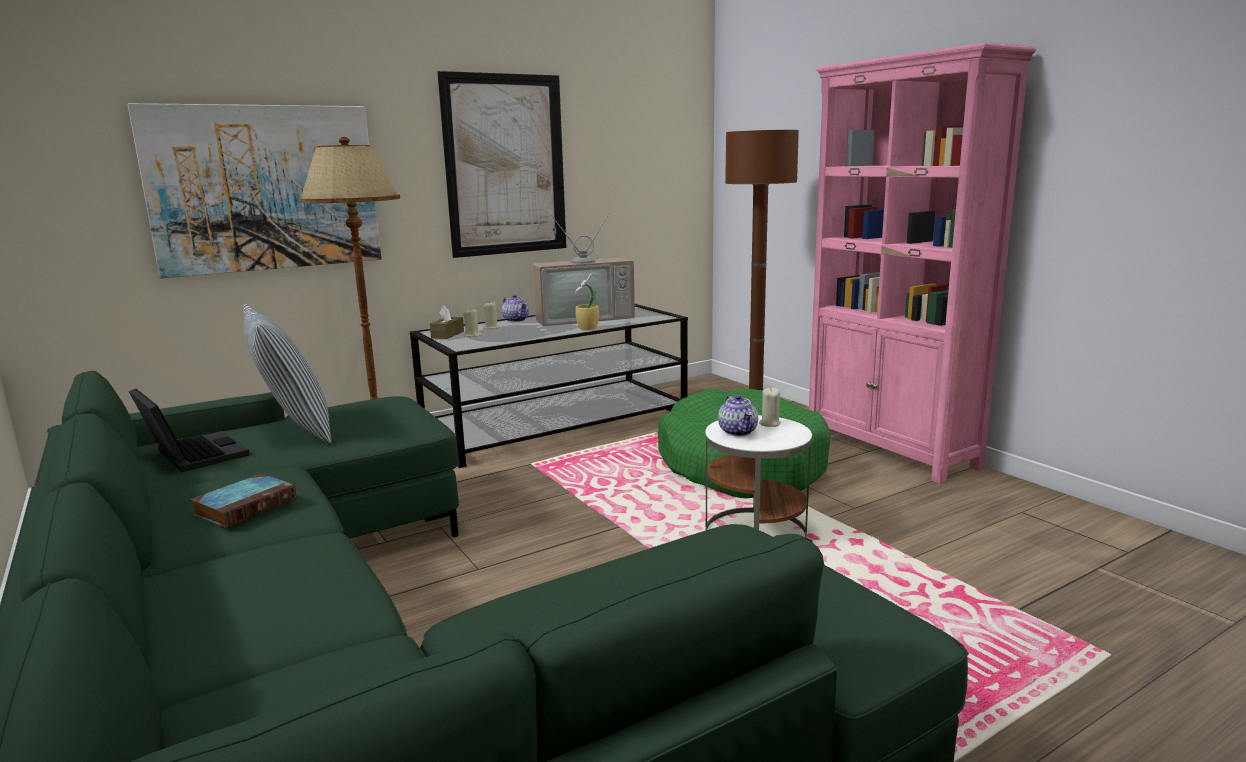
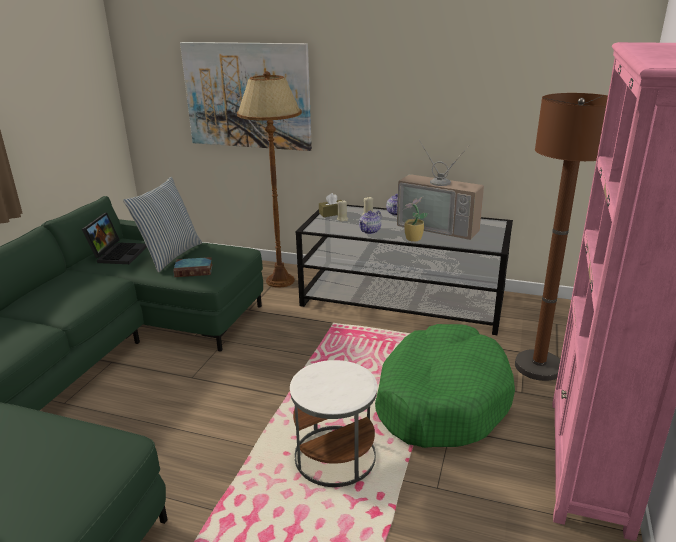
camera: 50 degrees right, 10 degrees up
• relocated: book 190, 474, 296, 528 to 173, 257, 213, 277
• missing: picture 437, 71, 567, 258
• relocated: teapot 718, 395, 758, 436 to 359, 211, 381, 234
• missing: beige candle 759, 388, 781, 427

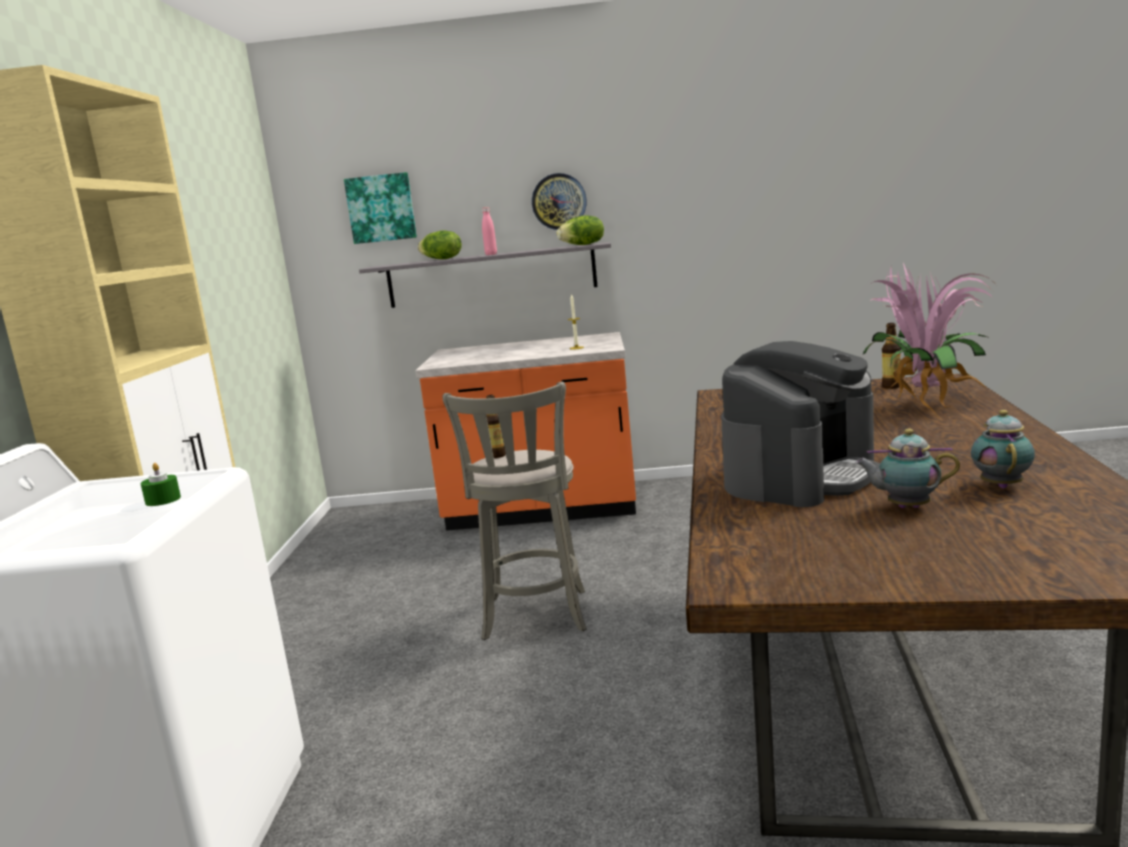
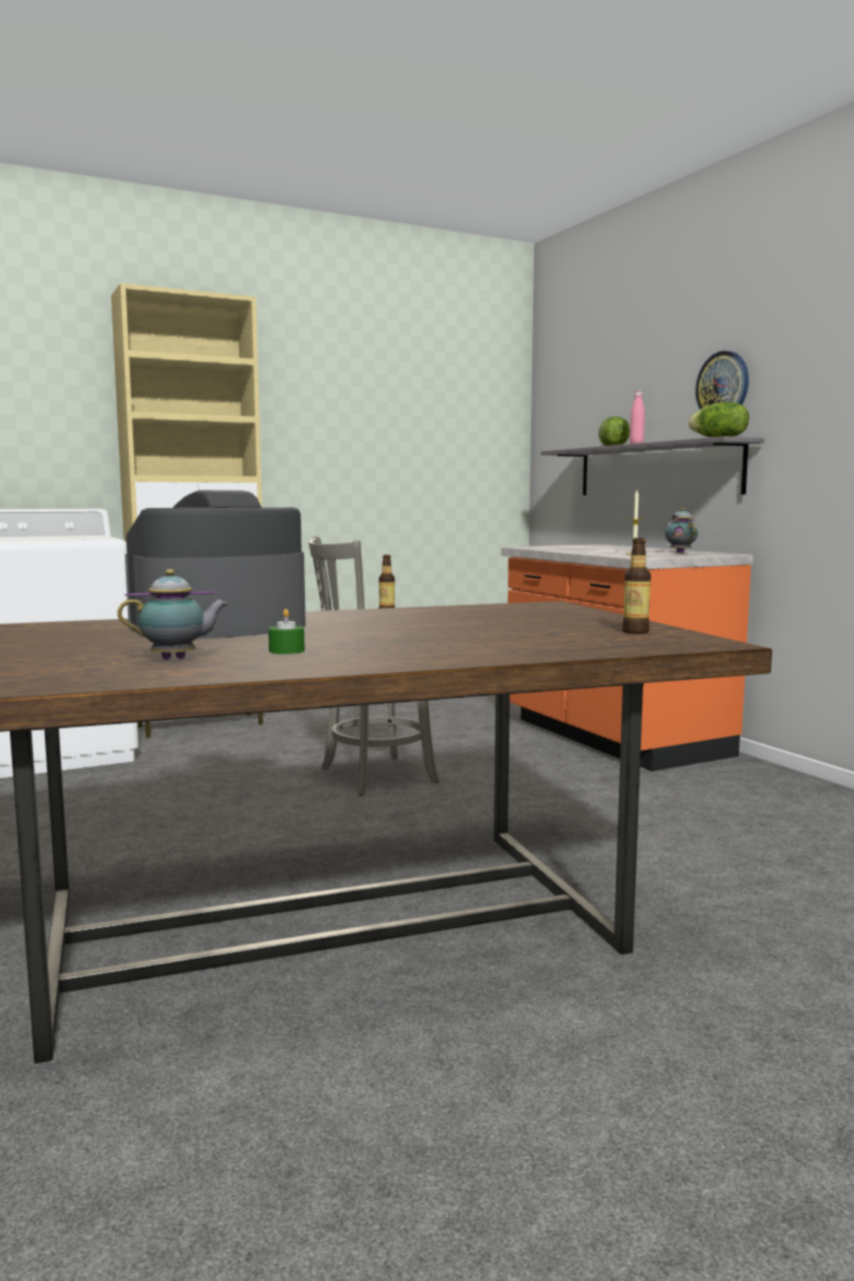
camera: 60 degrees right, 5 degrees down
• relocated: green candle 140, 463, 181, 506 to 268, 609, 305, 654
• missing: picture 344, 172, 417, 244
• spun: coffee machine 721, 341, 880, 507 = 125, 490, 306, 639 135 degrees clockwise
• relocated: teapot 855, 429, 960, 508 to 665, 508, 698, 553
• missing: potted plant 863, 263, 998, 416

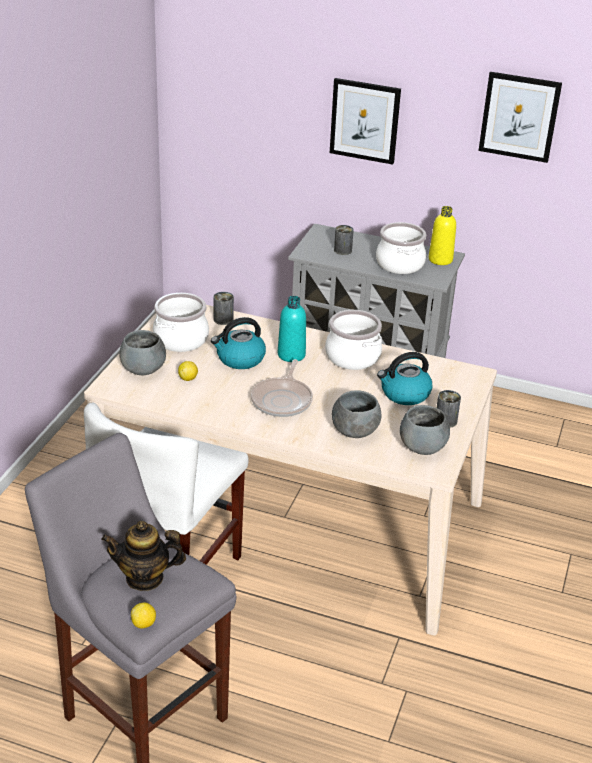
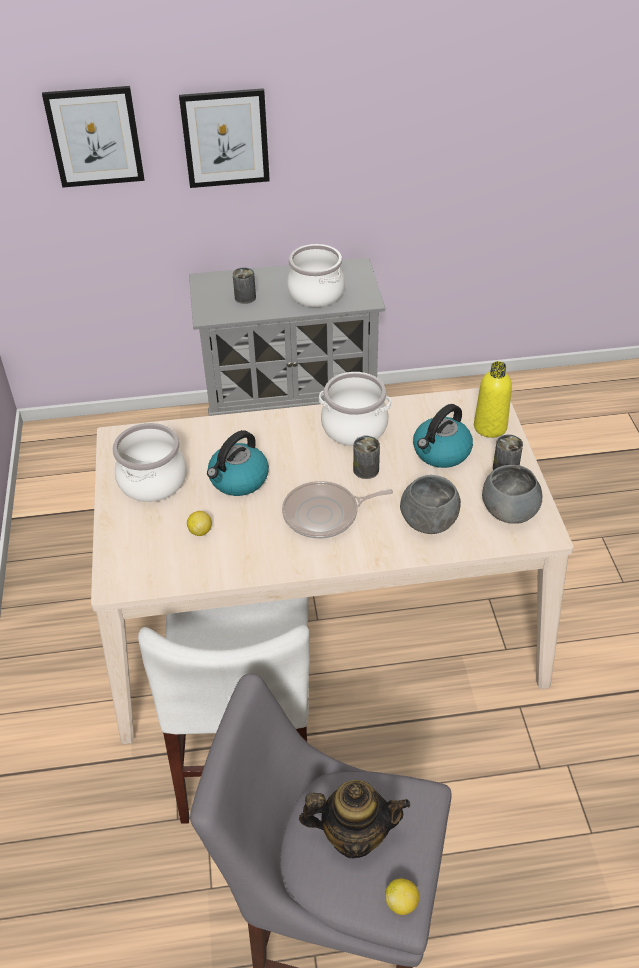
camera: 25 degrees left, 10 degrees up
• spun: teapot 102, 521, 186, 591 = 299, 780, 410, 858 150 degrees counterclockwise
• missing: grey bowl 119, 330, 166, 375
• relocated: can 213, 292, 234, 325 to 353, 436, 380, 479
• spun: frying pan 251, 359, 313, 417 = 282, 481, 393, 538 90 degrees clockwise
• missing: turquoise bottle 278, 296, 306, 362
• relocated: yellow bottle 429, 206, 456, 265 to 474, 361, 512, 438
• relocated: picture 478, 72, 562, 163 to 42, 86, 144, 188

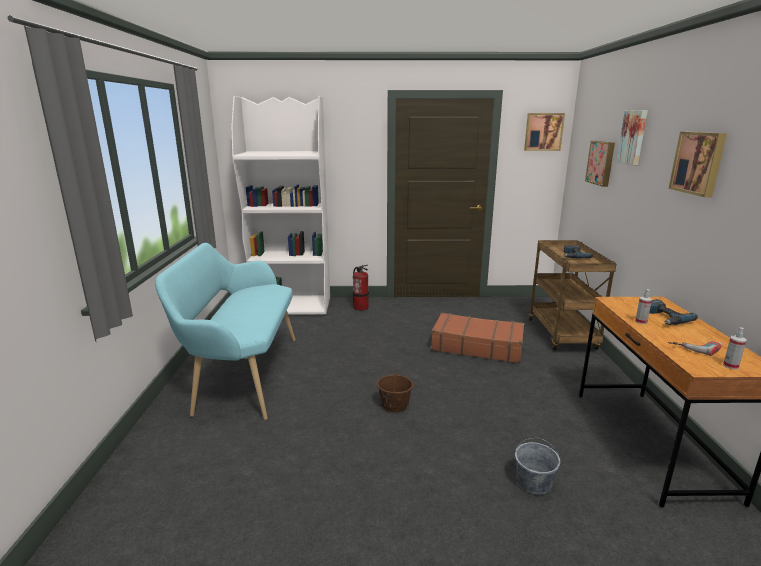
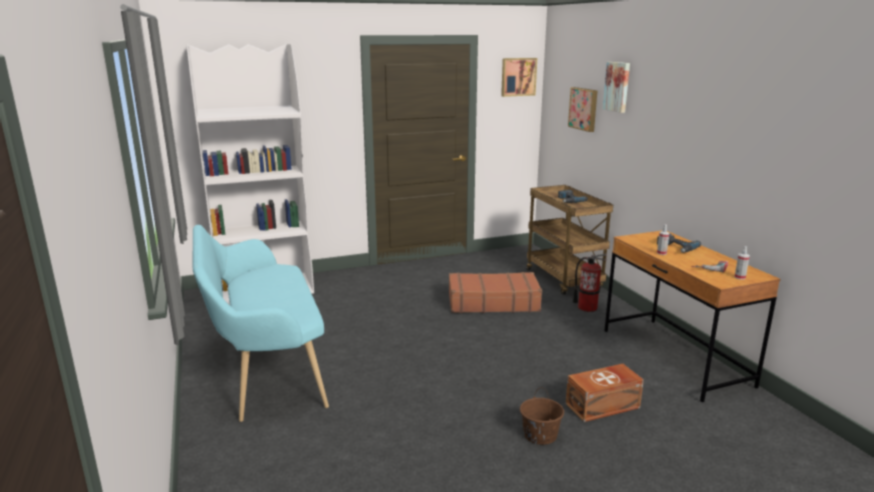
camera: 20 degrees left, 0 degrees up
• relocated: fire extinguisher 353, 265, 369, 311 to 573, 254, 607, 312
• relocated: brown bucket 377, 370, 413, 412 to 520, 388, 564, 445
• exchanged: grey bucket 515, 438, 560, 495 to brown storage box 566, 364, 644, 422
• missing: picture 669, 132, 727, 197

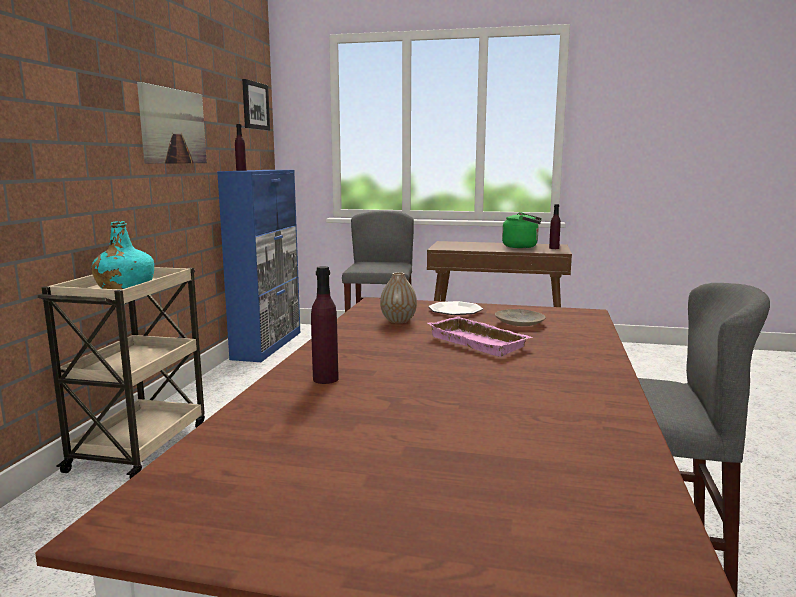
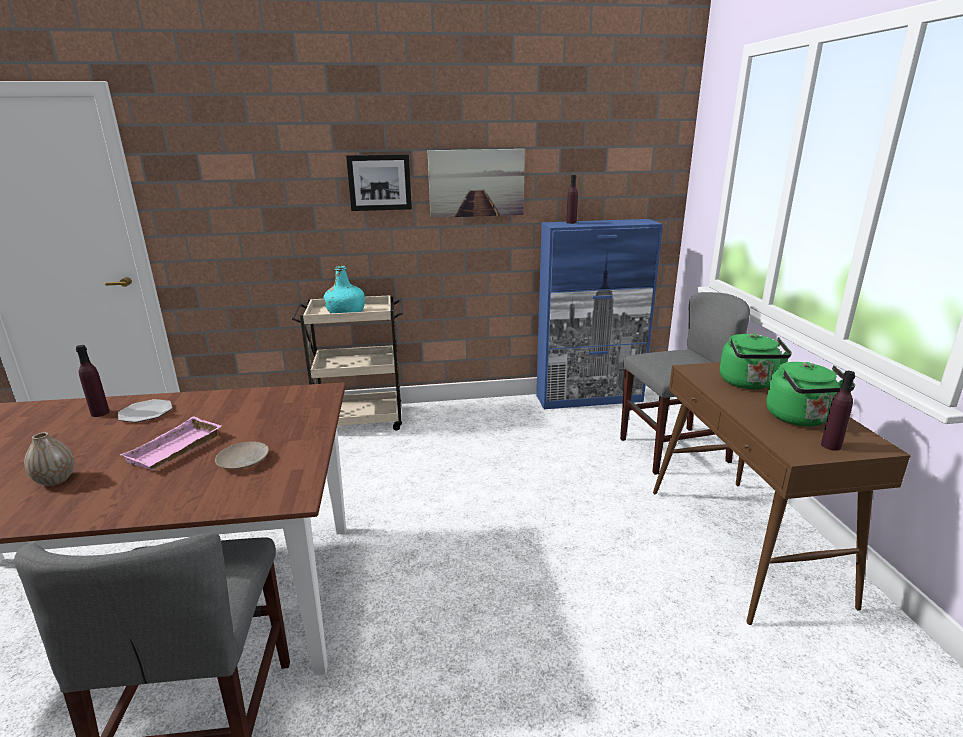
camera: 70 degrees right, 10 degrees up
• relocated: picture 242, 79, 270, 130 to 346, 154, 412, 211
• relocated: vase 380, 272, 417, 323 to 24, 432, 74, 486
• relocated: plate 428, 301, 483, 315 to 118, 399, 172, 423
• appeared: green kettle 720, 333, 792, 389

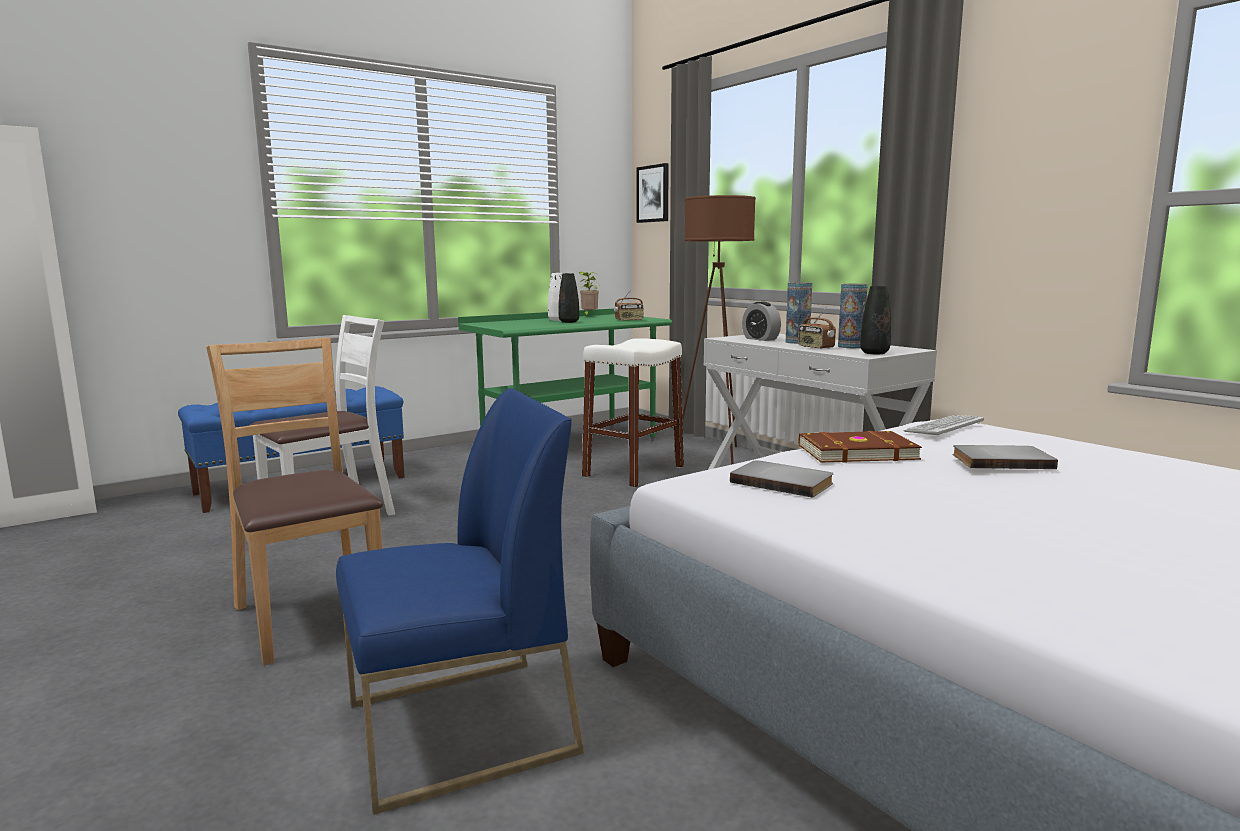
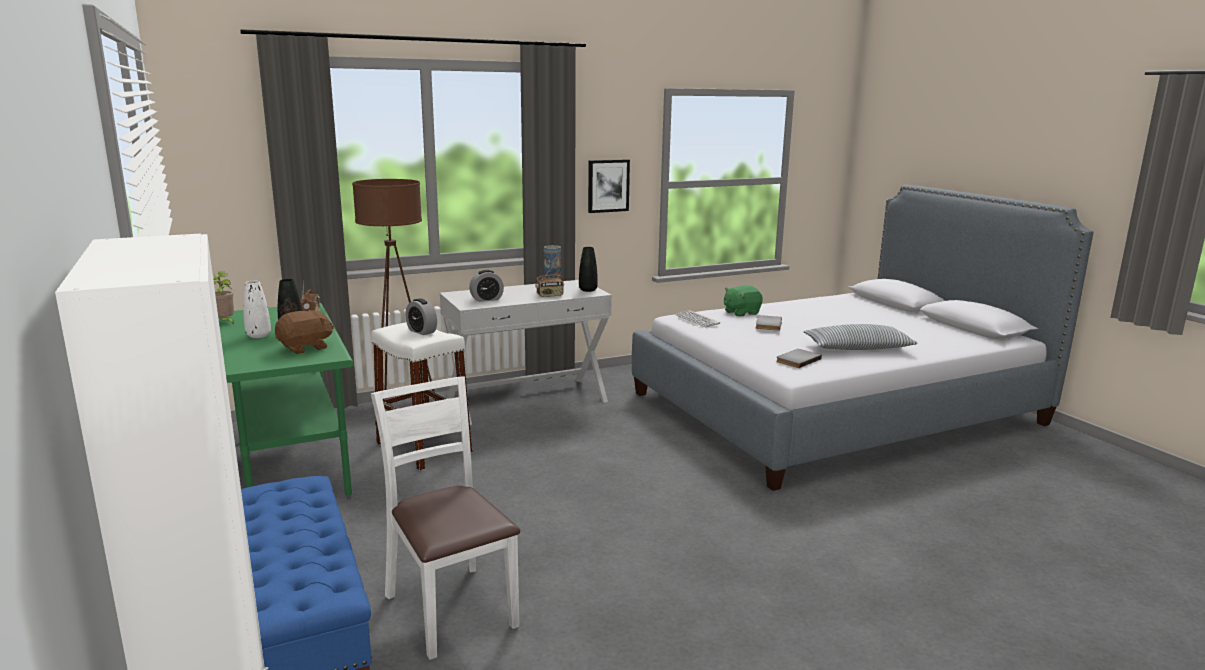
camera: 80 degrees left, 5 degrees up
• missing: brown chair 206, 338, 383, 666
• missing: blue chair 336, 388, 584, 815
• relocated: picture 637, 163, 669, 223 to 588, 159, 630, 213
• missing: vase 786, 282, 812, 344
• missing: brown book 798, 431, 922, 463
• appeared: brown plush toy 275, 310, 334, 354
• appeared: alarm clock 405, 298, 437, 335
• appeared: green plush toy 724, 285, 763, 317
• appeared: pillow 803, 324, 918, 350

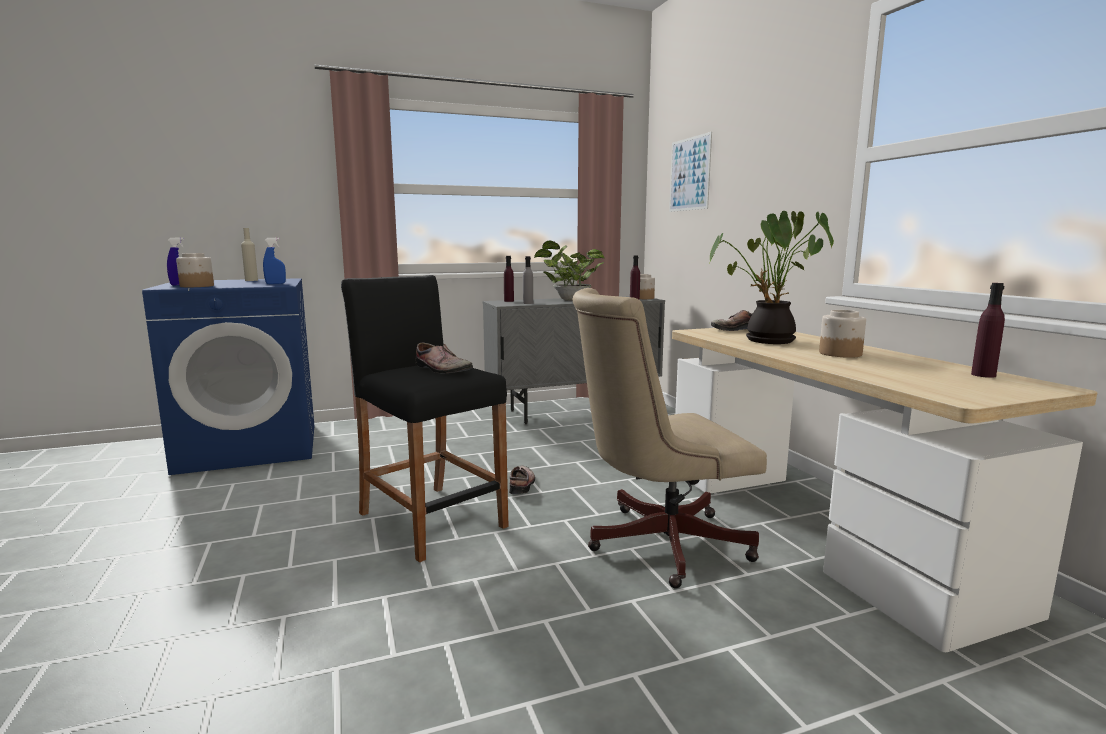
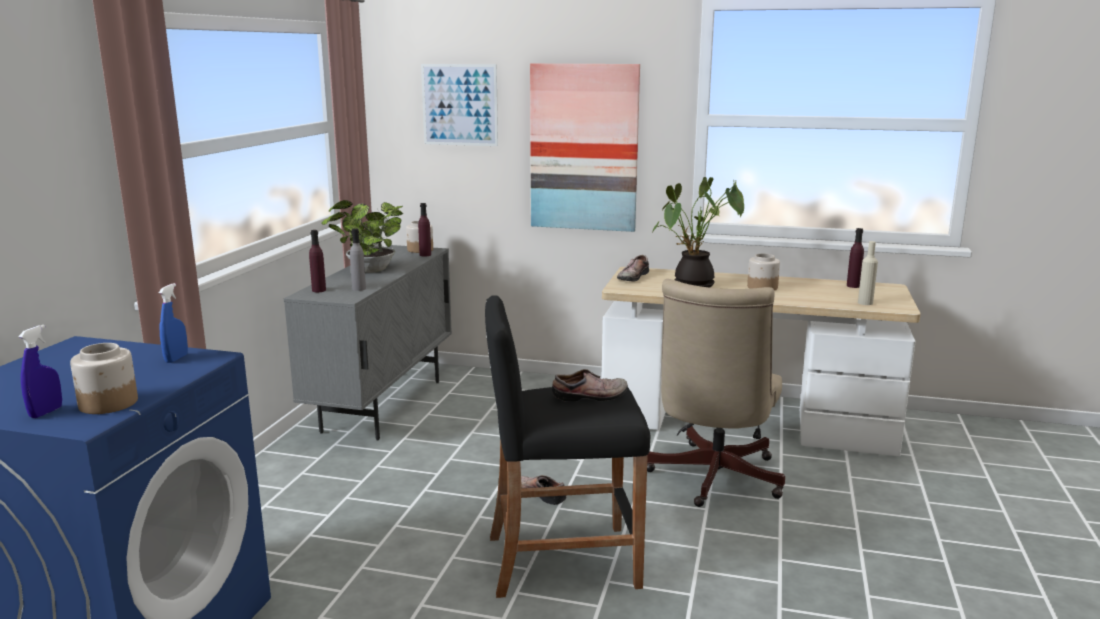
camera: 55 degrees left, 5 degrees up
• relocated: beige bottle 241, 228, 258, 281 to 858, 241, 878, 305
• appeared: picture 530, 63, 640, 232

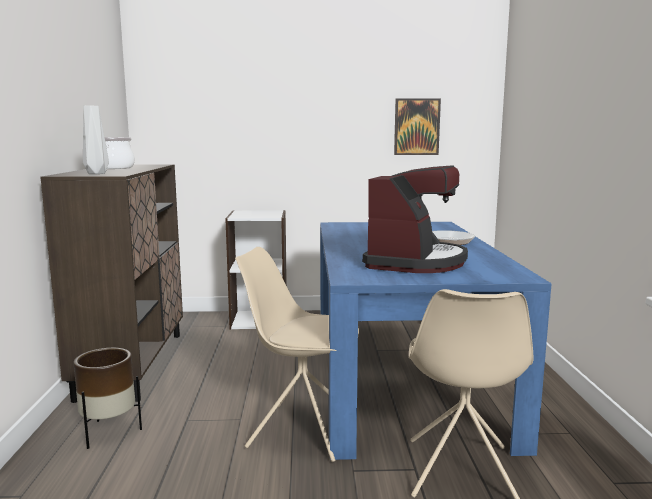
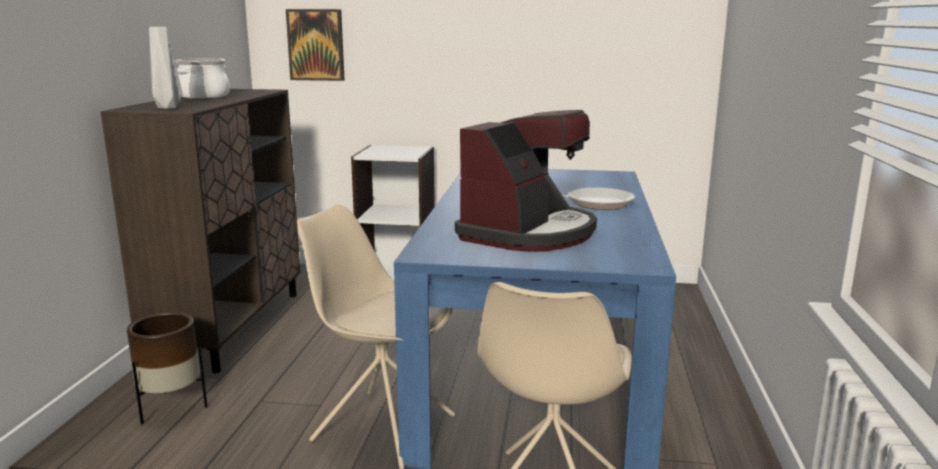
camera: 10 degrees right, 5 degrees up
• relocated: picture 394, 98, 441, 155 to 286, 9, 345, 81

